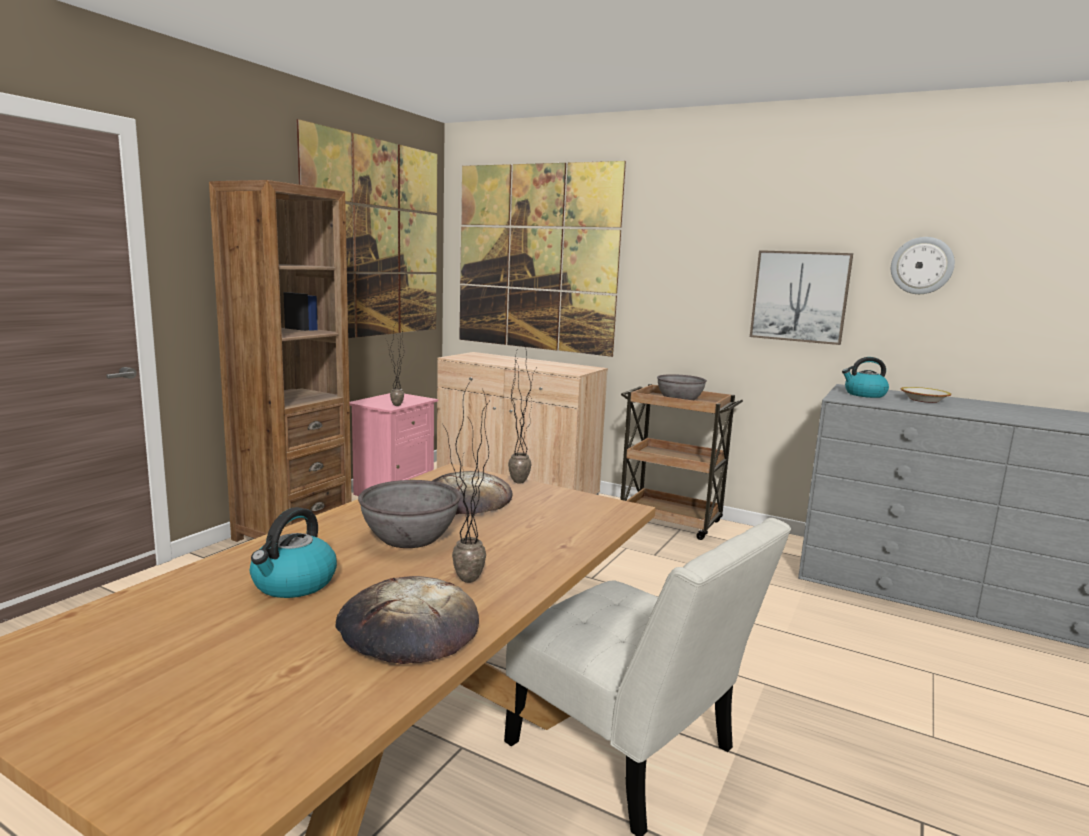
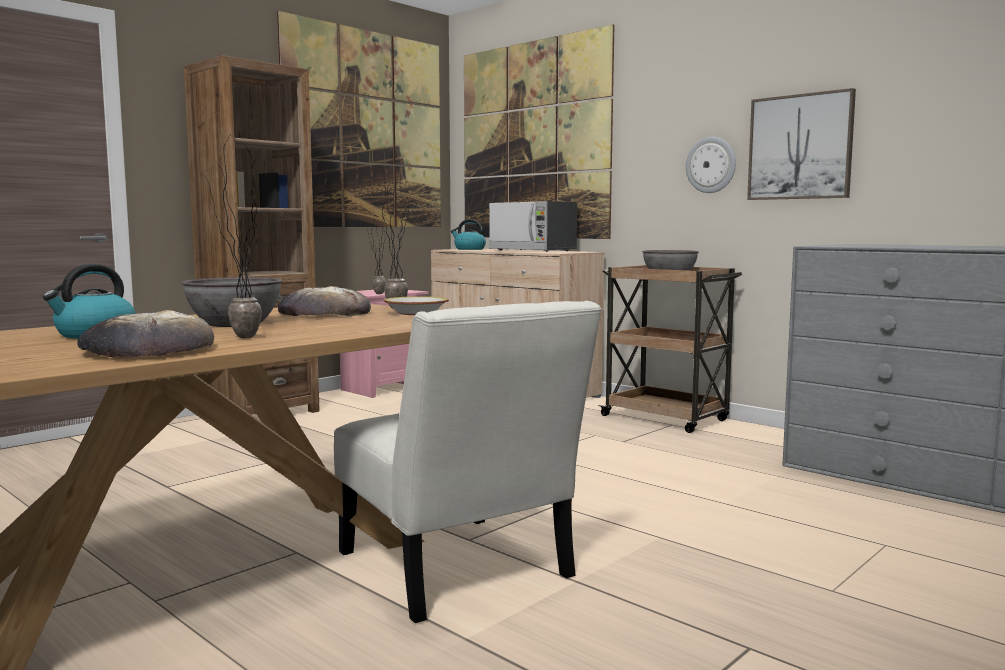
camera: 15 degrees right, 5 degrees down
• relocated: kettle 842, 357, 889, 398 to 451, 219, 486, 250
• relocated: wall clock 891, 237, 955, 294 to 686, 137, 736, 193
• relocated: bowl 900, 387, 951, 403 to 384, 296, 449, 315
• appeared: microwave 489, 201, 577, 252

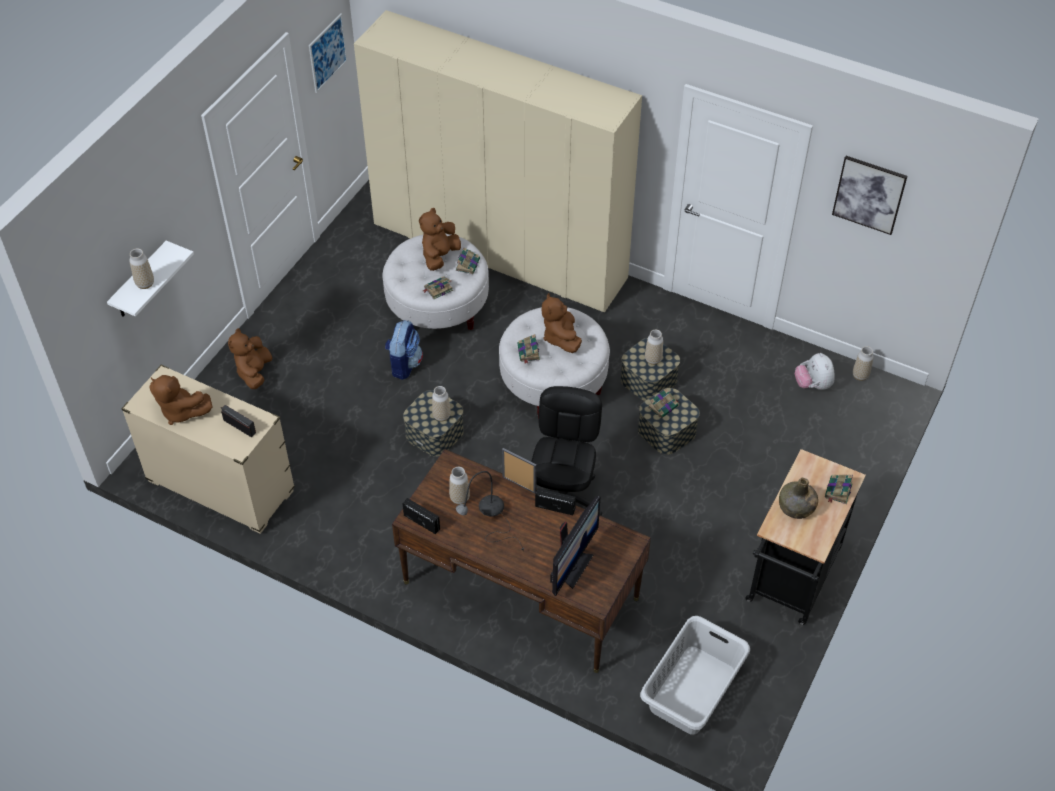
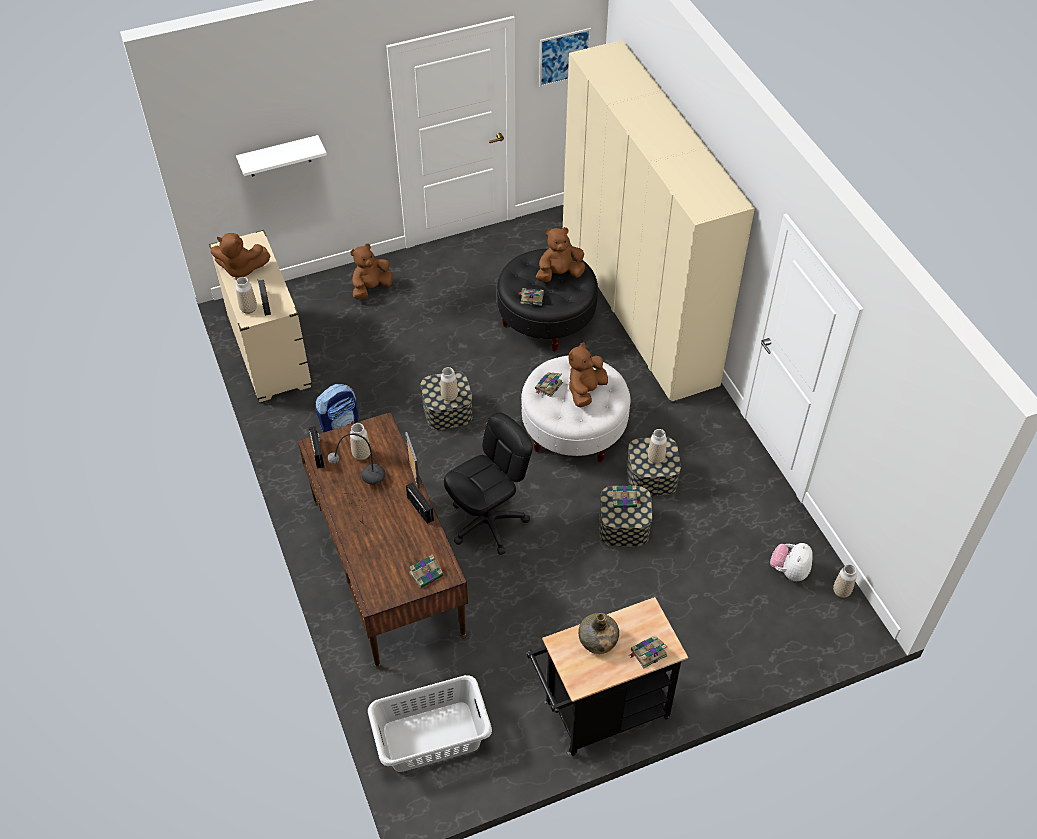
camera: 40 degrees right, 0 degrees up
• relocated: vase 129, 248, 154, 289 to 236, 277, 257, 314
• spun: brown plush toy 150, 375, 213, 425 = 211, 233, 271, 280 60 degrees counterclockwise
• colour: white ottoman 383, 234, 489, 330 to black ottoman 497, 249, 598, 352
• relocated: backpack 385, 320, 423, 380 to 316, 384, 358, 433
• relocated: book 456, 247, 480, 274 to 409, 554, 444, 588
• missing: monitor 550, 496, 600, 596
• missing: picture 832, 156, 907, 235

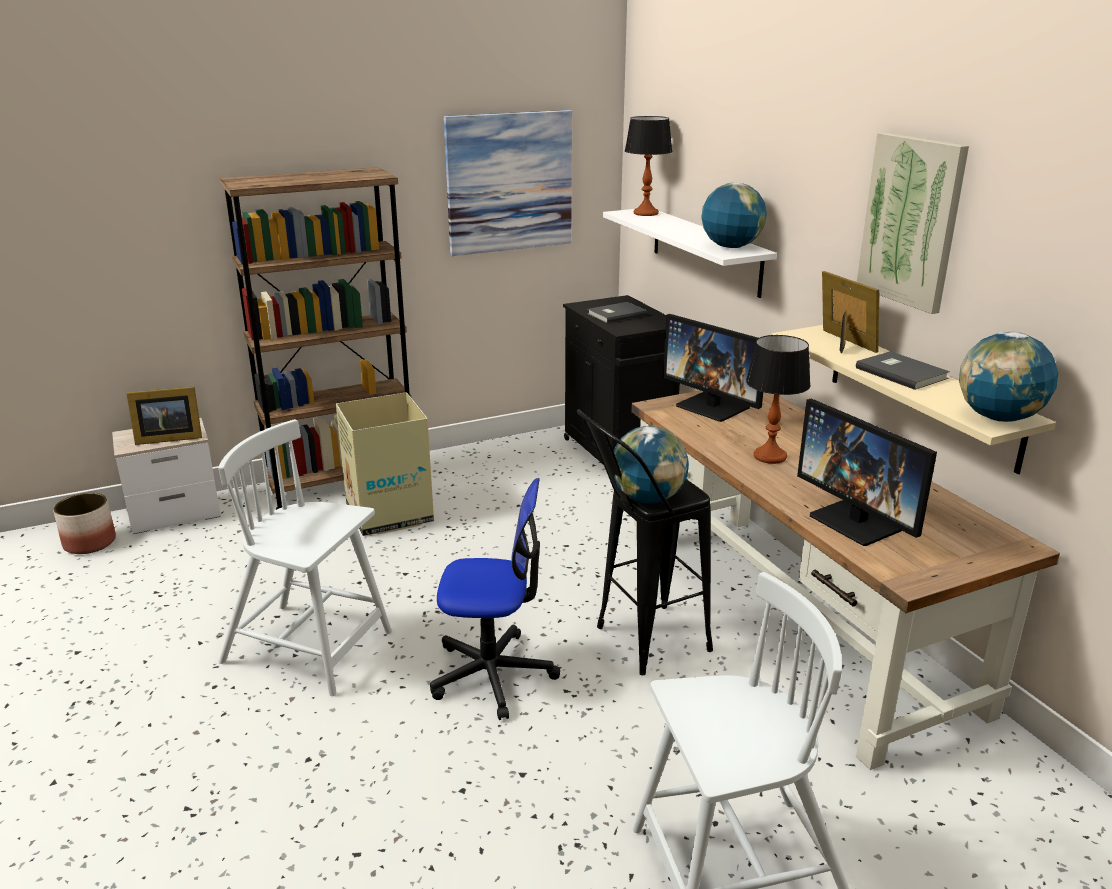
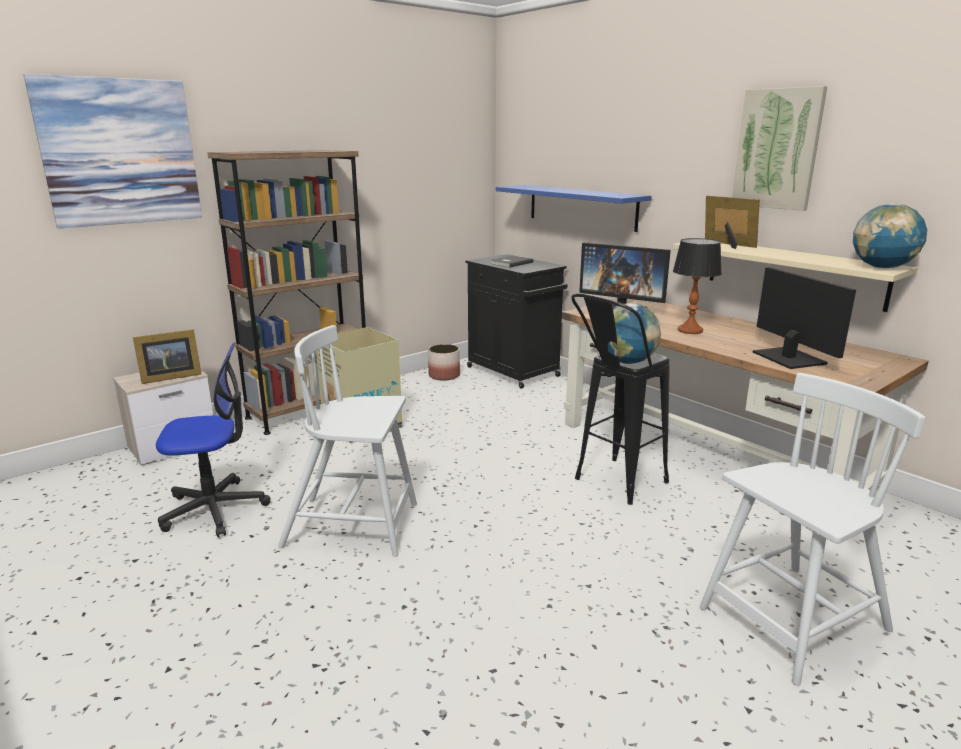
camera: 15 degrees left, 5 degrees down
• relocated: planter 53, 493, 116, 554 to 428, 344, 460, 381
• relocated: office chair 430, 478, 560, 720 to 156, 342, 271, 537
• relocated: picture 444, 110, 572, 256 to 24, 74, 202, 229
• colour: white shelf 603, 209, 777, 298 to blue shelf 496, 185, 652, 232
• missing: table lamp 625, 116, 672, 216
• missing: globe 701, 182, 767, 248
• spun: monitor 797, 398, 937, 546 = 753, 267, 856, 369 150 degrees counterclockwise
• missing: grey book 856, 351, 950, 390

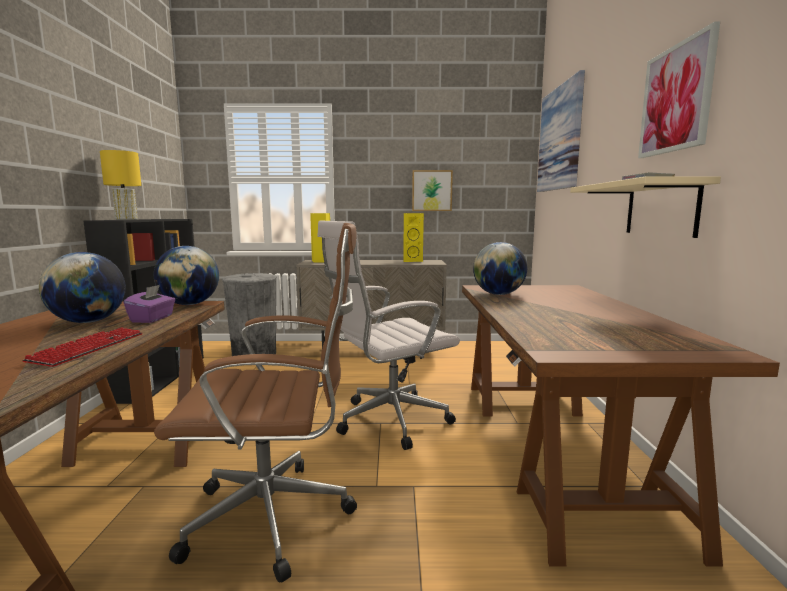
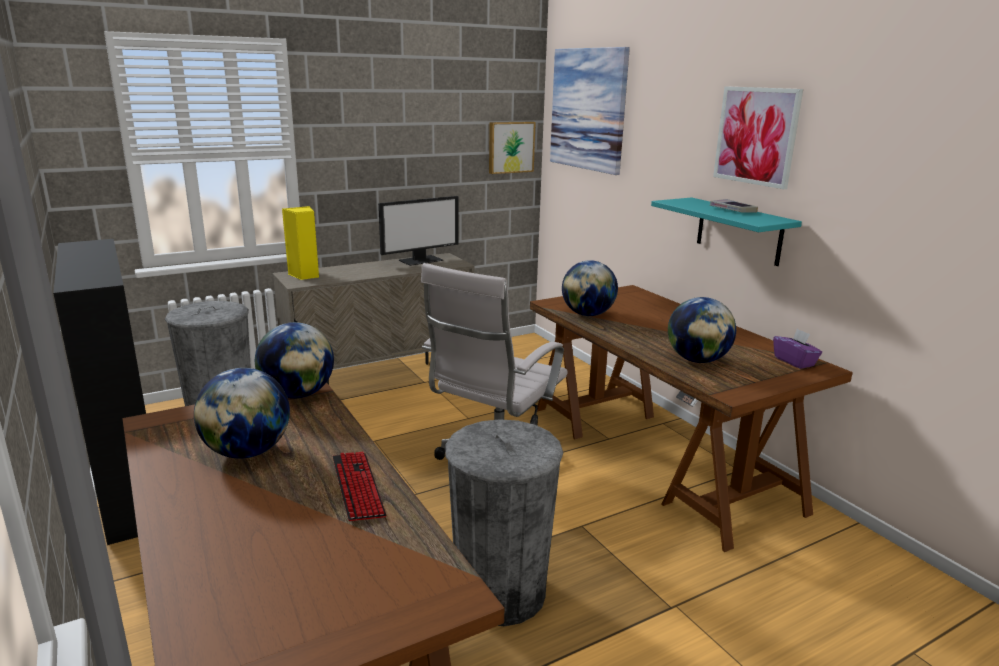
camera: 30 degrees left, 10 degrees up
• missing: yellow table lamp 100, 150, 141, 220
• relocated: purple tissue box 123, 285, 175, 323 to 773, 329, 822, 369
• exchanged: brown office chair 154, 223, 357, 582 to grey trash can 445, 419, 563, 626
• exchanged: yellow speaker 404, 213, 424, 262 to monitor 378, 196, 459, 266
• relocated: picture 412, 170, 453, 211 to 489, 122, 536, 174
• colour: beige shelf 570, 176, 721, 238 to turquoise shelf 651, 197, 802, 266
• appeared: globe 668, 297, 736, 363

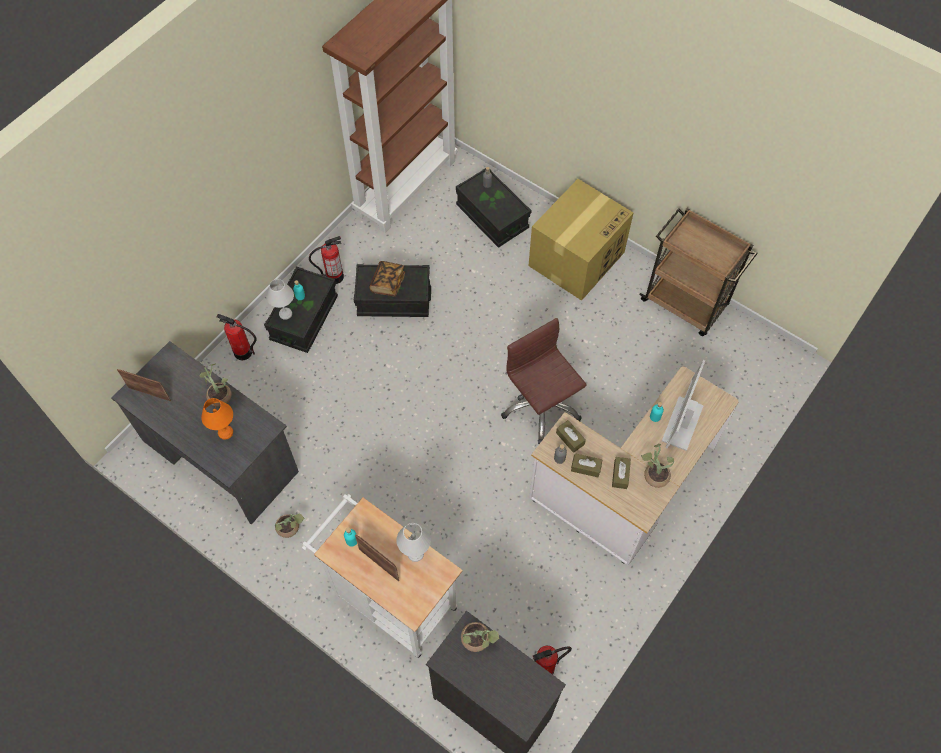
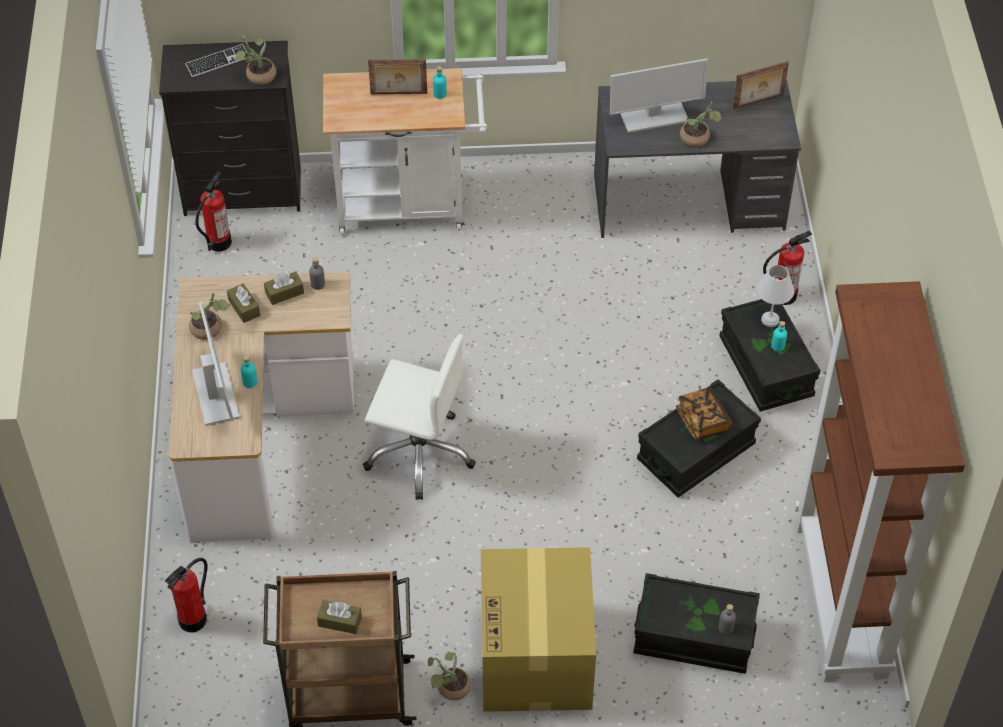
camera: 140 degrees right, 10 degrees down
• exchanged: orange table lamp 201, 398, 233, 439 to monitor 610, 58, 708, 133
• relocated: potted plant 275, 514, 305, 538 to 428, 652, 471, 701
• relocated: fire extinguisher 309, 236, 344, 284 to 164, 558, 208, 632
• missing: white table lamp 396, 523, 431, 562
• colour: brown office chair 501, 318, 587, 444 to white office chair 363, 334, 476, 500
• relocated: brown tissue box 556, 420, 586, 453 to 317, 600, 362, 634
• appeared: keyboard 185, 44, 248, 77

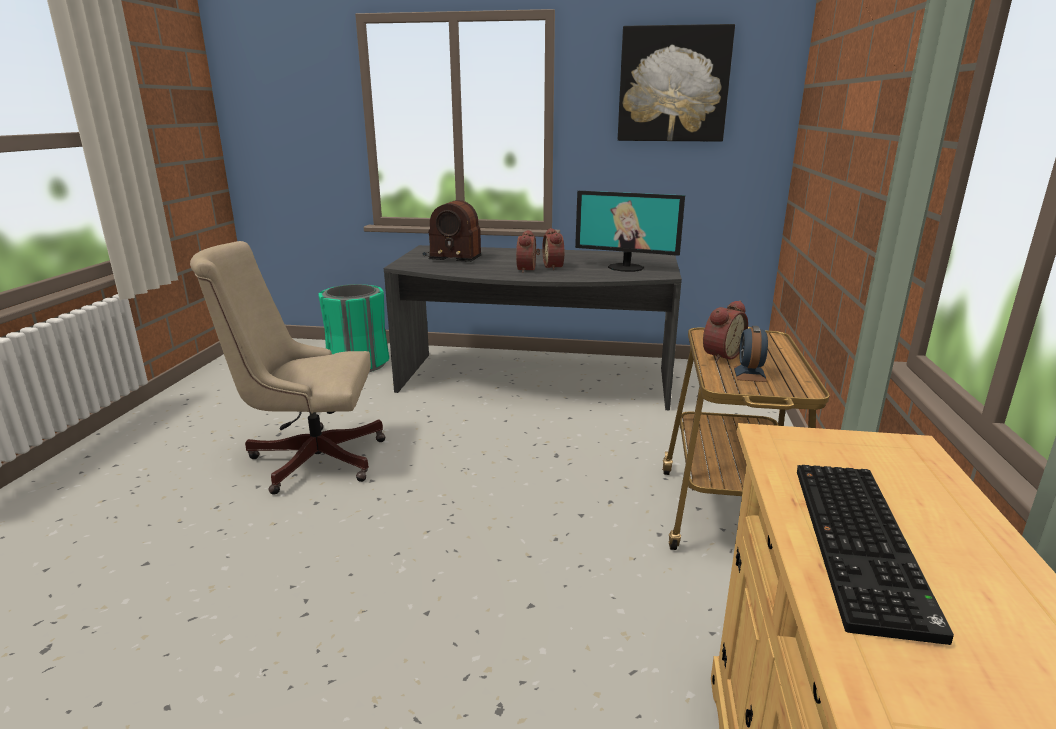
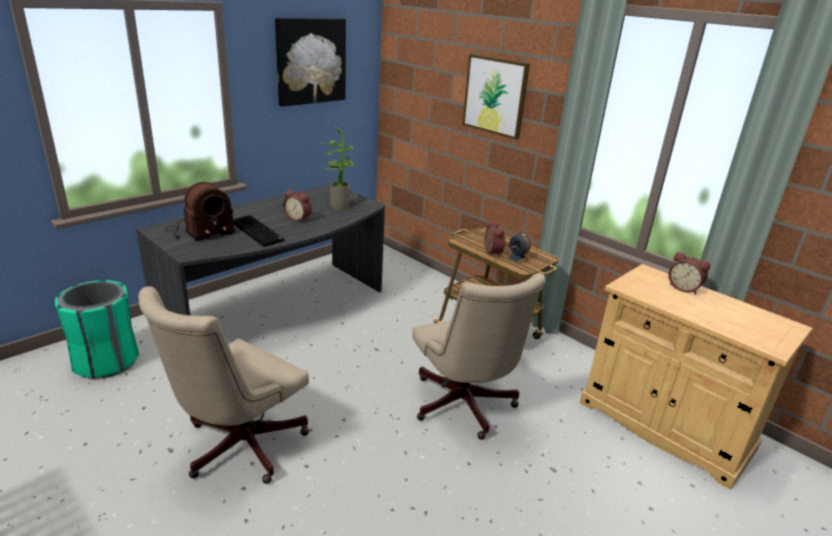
camera: 55 degrees left, 5 degrees up
• relocated: alarm clock 516, 230, 540, 273 to 668, 252, 710, 294
• exchanged: monitor 575, 191, 685, 272 to potted plant 320, 127, 354, 210
• relocated: keyboard 797, 465, 954, 645 to 233, 215, 284, 247
• appeared: beige office chair 412, 273, 546, 440
• appeared: picture 462, 54, 530, 140

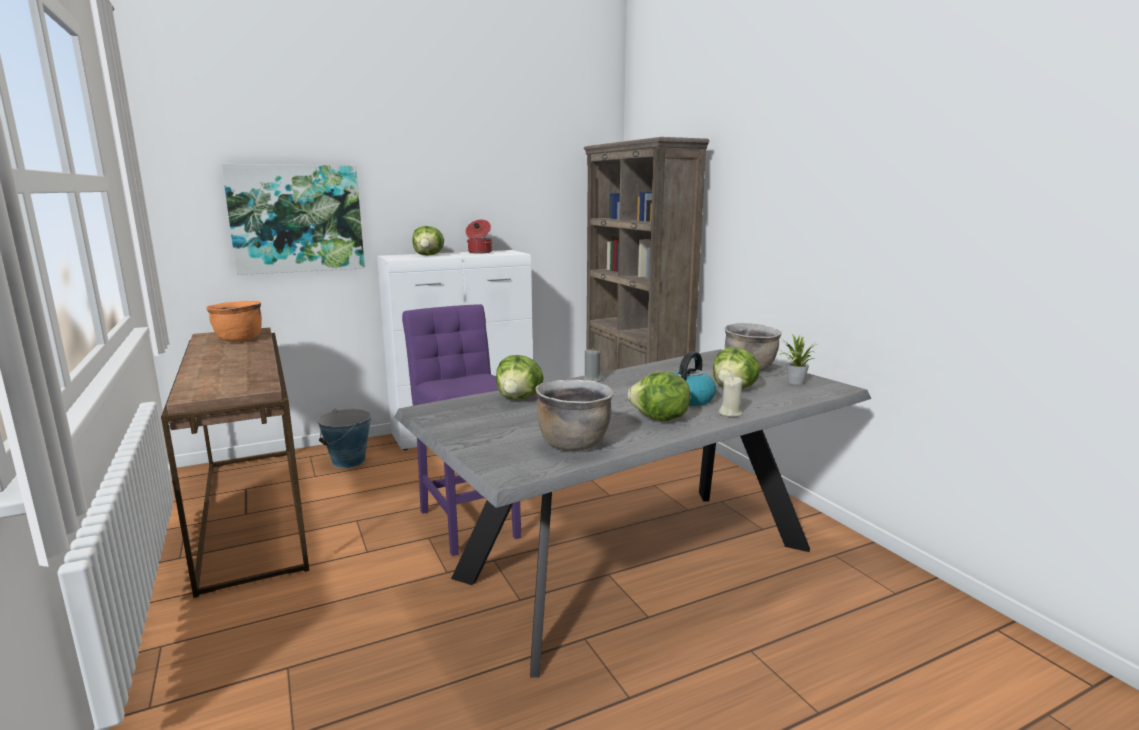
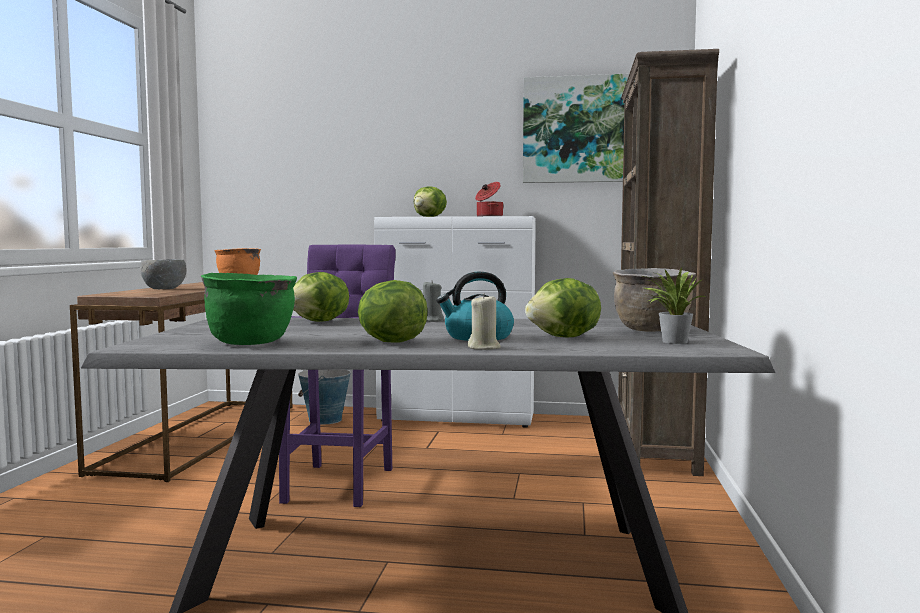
camera: 35 degrees right, 10 degrees down
• relocated: picture 221, 164, 365, 275 to 523, 74, 629, 183
• colour: brown cooking pot 535, 380, 614, 451 to green cooking pot 201, 273, 297, 345
• appeared: grey bowl 140, 259, 187, 289

